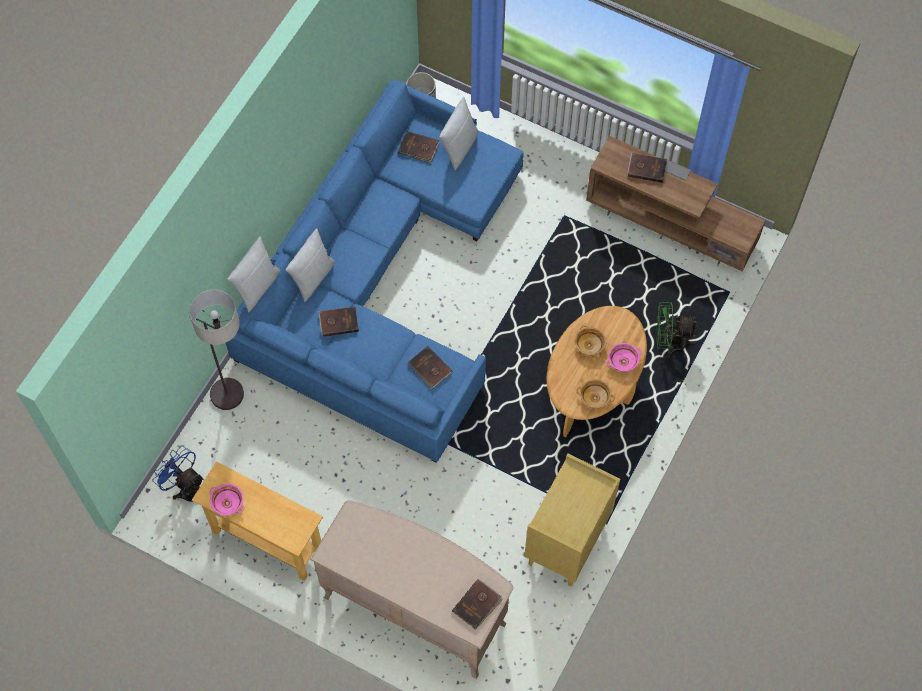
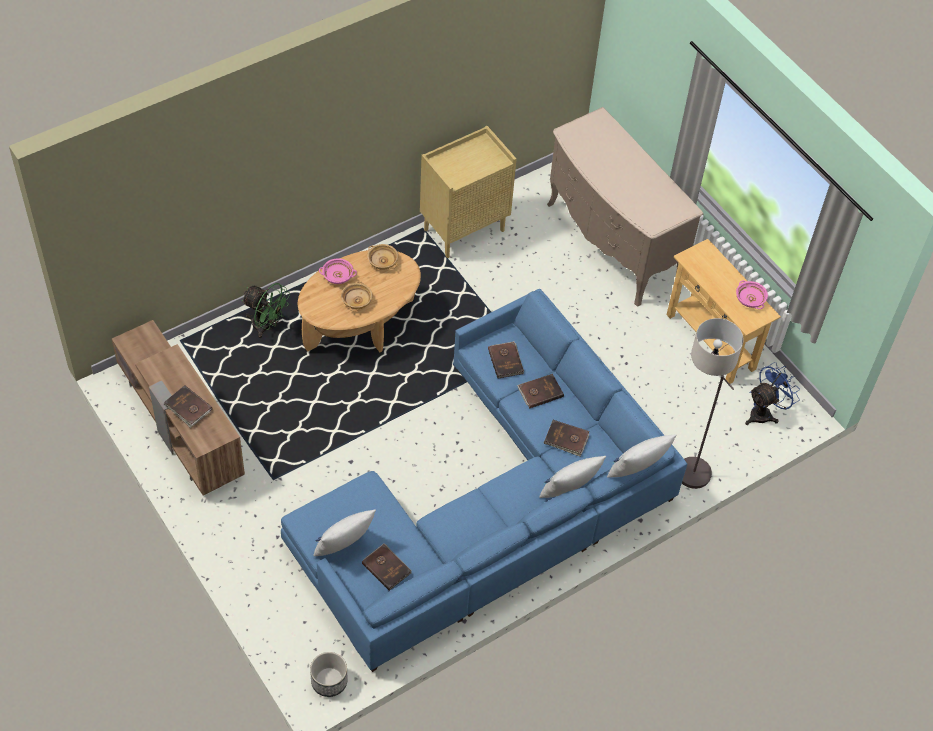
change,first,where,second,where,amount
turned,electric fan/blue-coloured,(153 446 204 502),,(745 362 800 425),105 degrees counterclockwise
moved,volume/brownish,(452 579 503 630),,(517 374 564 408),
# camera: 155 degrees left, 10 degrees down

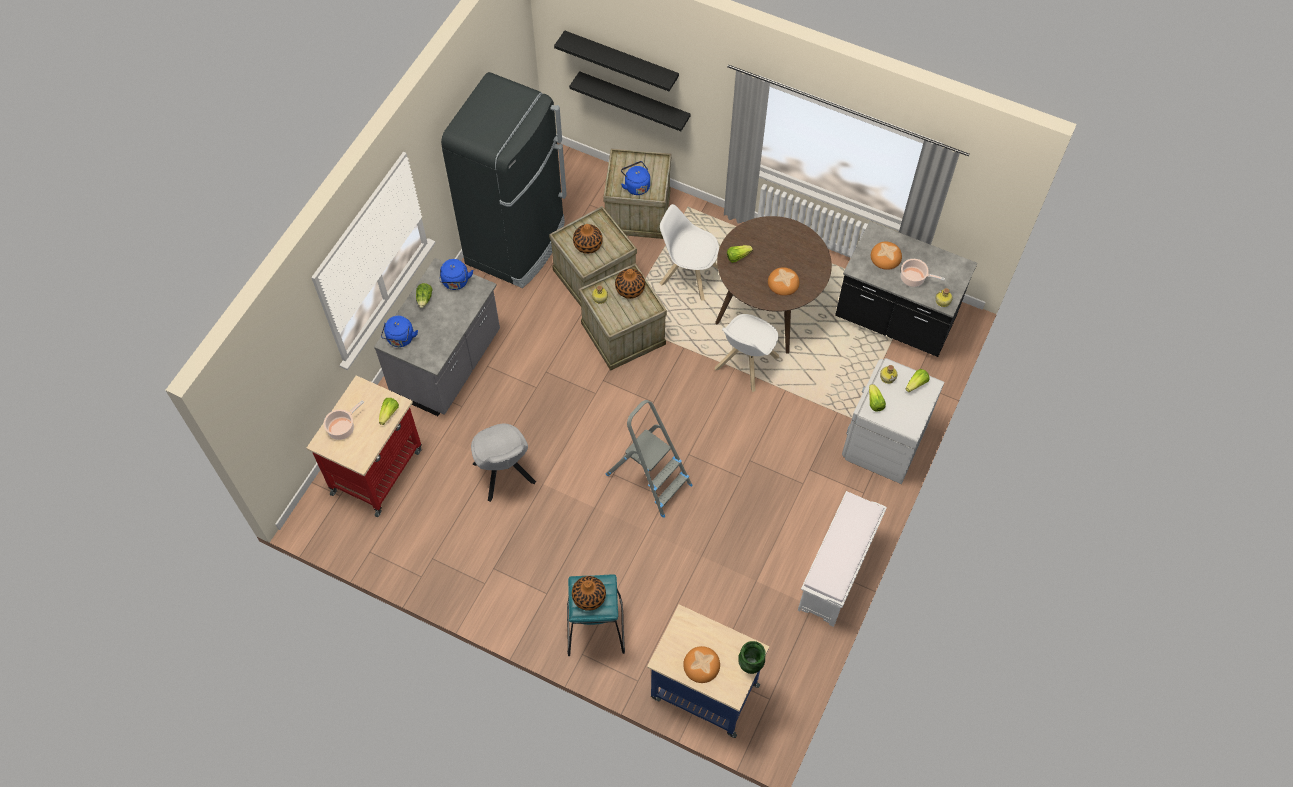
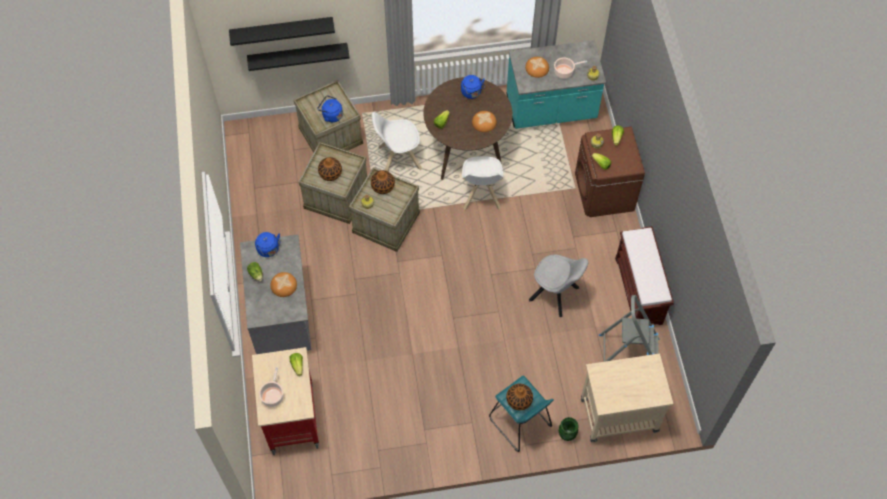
change,first,where,second,where,amount
removed,refrigerator/black,(441 72 567 288),,,
recoloured,counter/black,(835 221 977 357),counter/blue-green,(506 40 606 129),
moved,tea kettle/blue-coloured,(381 316 418 347),,(461 75 485 99),
recoloured,washing machine/white-coloured,(842 358 944 484),washing machine/brownish,(575 127 645 217),
moved,stepladder/greyish,(606 400 693 518),,(599 295 659 362),
moved,upright chair/greyish,(471 424 536 502),,(529 254 588 317),
recoloured,bench/white-coloured,(798 491 887 627),bench/brownish,(615 226 674 325),
recoloured,cart/blue-coloured,(647 604 769 738),cart/beige,(581 353 673 442),
moved,vase/green-coloured,(738 641 766 674),,(559 417 579 441),
moved,bakery bread,(683 646 720 683),,(270 272 297 297),
# camera: 35 degrees left, 0 degrees up

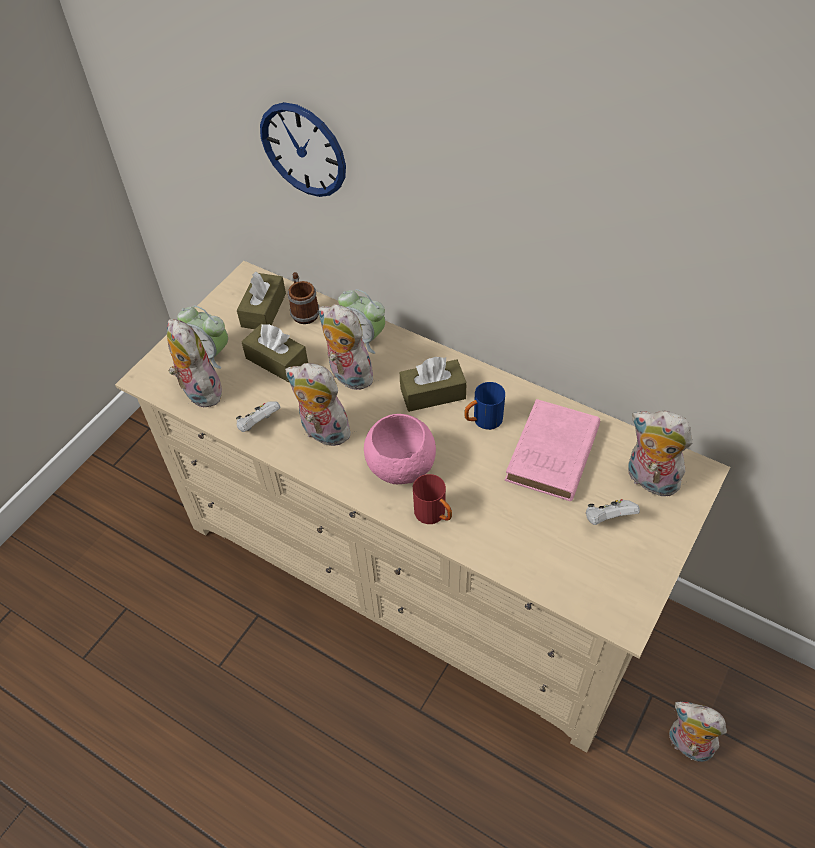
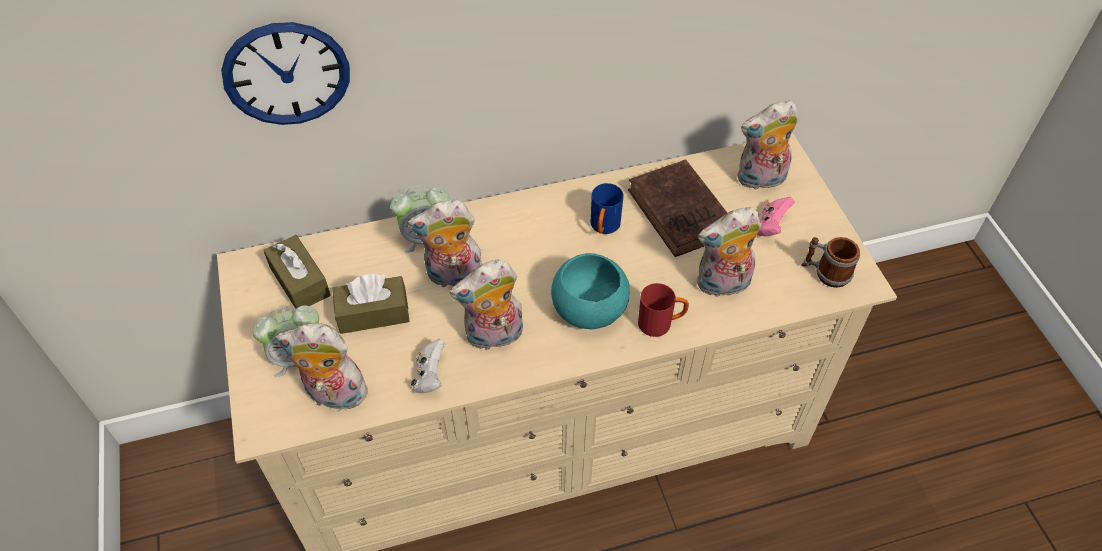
change,first,where,second,where,amount
moved,mug,(288 272 319 324),,(801 237 860 288),
removed,tissue holder/brownish,(400 357 467 412),,,
recoloured,volume/pinkish,(505 399 600 501),volume/brownish,(628 160 727 257),
recoloured,deep dish/pinkish,(364 414 436 484),deep dish/blue-green,(551 253 630 329),
recoloured,game controller/white-coloured,(586 499 640 525),game controller/pinkish,(757 197 795 236),
moved,cuddly toy,(669 701 727 763),,(697 207 761 298),
# camera: 50 degrees left, 0 degrees up

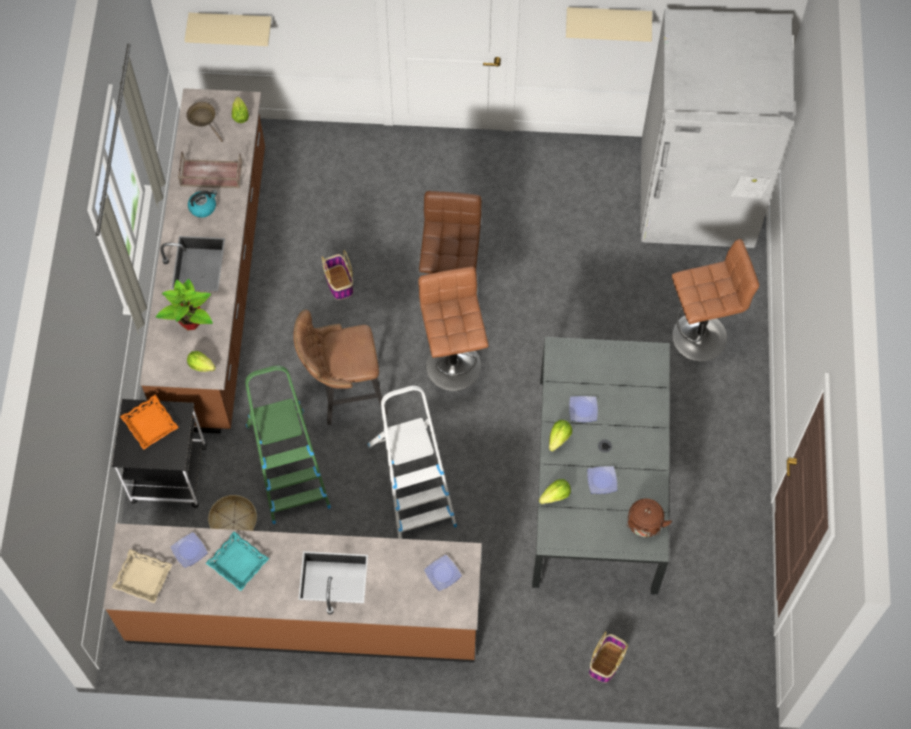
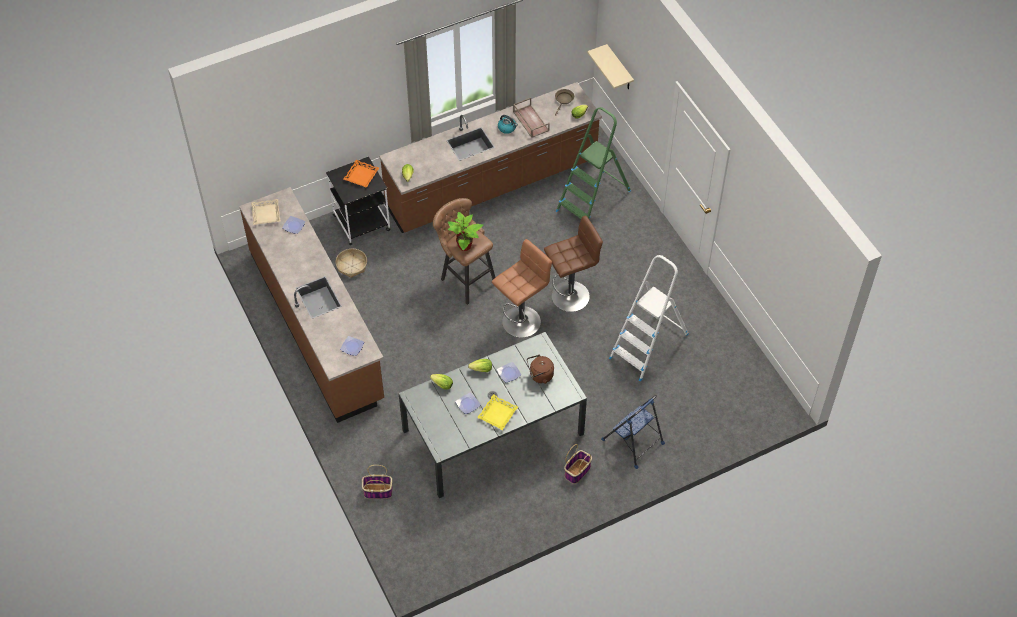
change,first,where,second,where,amount
removed,shelf/beige,(566 7 652 42),,,
removed,refrigerator/white-coloured,(640 9 795 248),,,
replaced,stool seat/brownish,(672 239 759 361),stepladder/blue-coloured,(601 395 665 469),
moved,storage basket,(322 250 353 300),,(564 444 592 484),
moved,potted plant,(156 279 213 330),,(448 212 483 251),
moved,stepladder/green-coloured,(245 366 331 524),,(556 107 631 219),
moved,stepladder/white-coloured,(368 386 457 539),,(609 255 689 381),
moved,tea kettle/brownish,(626 499 672 537),,(527 355 554 384),
removed,tray/blue-green,(206 531 269 591),,,
added,,,tray/yellow-coloured,(477 394 518 430),
# camera: 60 degrees right, 10 degrees down

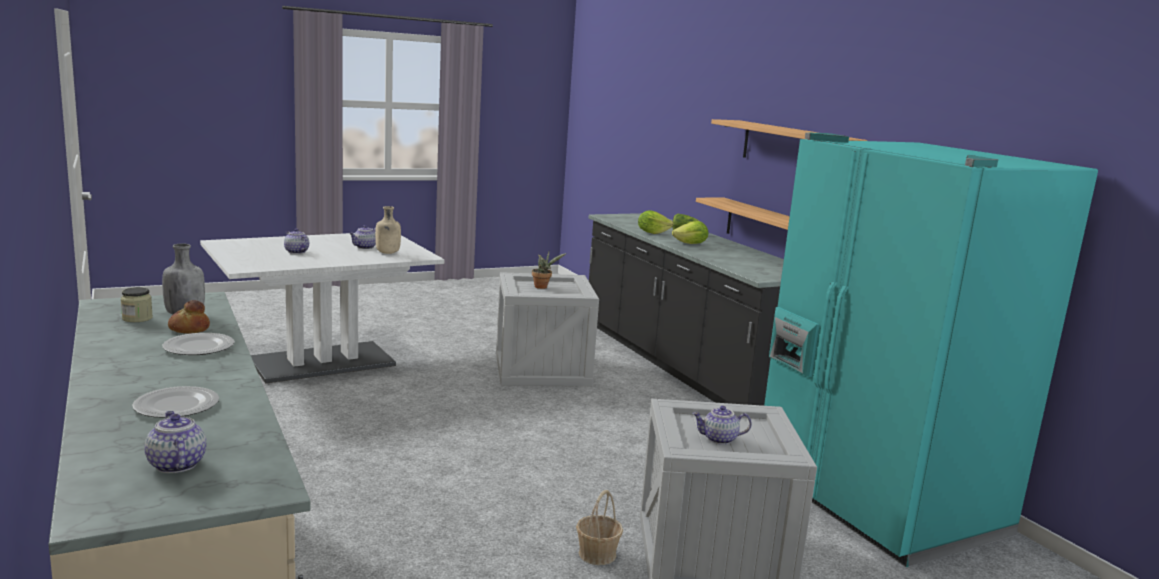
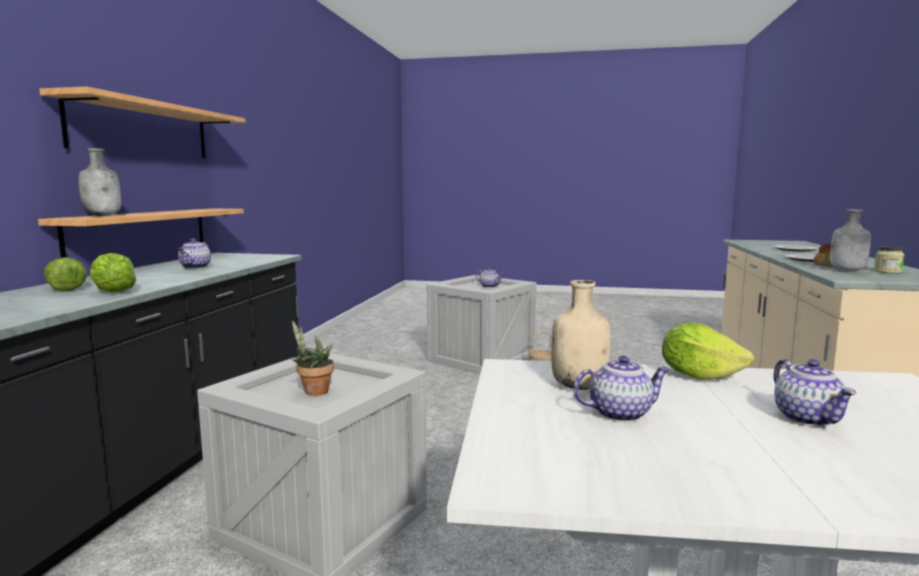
change,first,where,second,where,amount
removed,refrigerator/blue-green,(764 132 1098 567),,,
moved,head of lettuce,(672 221 708 244),,(662 322 754 380),
moved,tea pot,(145 411 206 473),,(178 238 211 269),
added,,,drink bottle/greyish,(78 148 121 216),
# camera: 140 degrees left, 5 degrees down

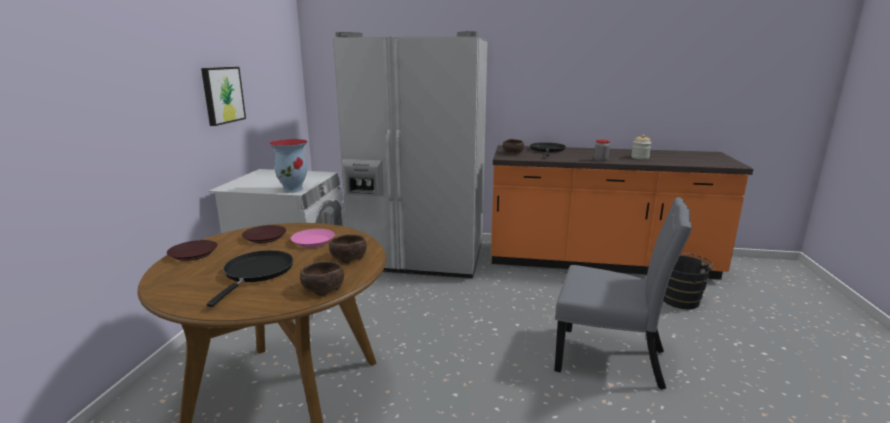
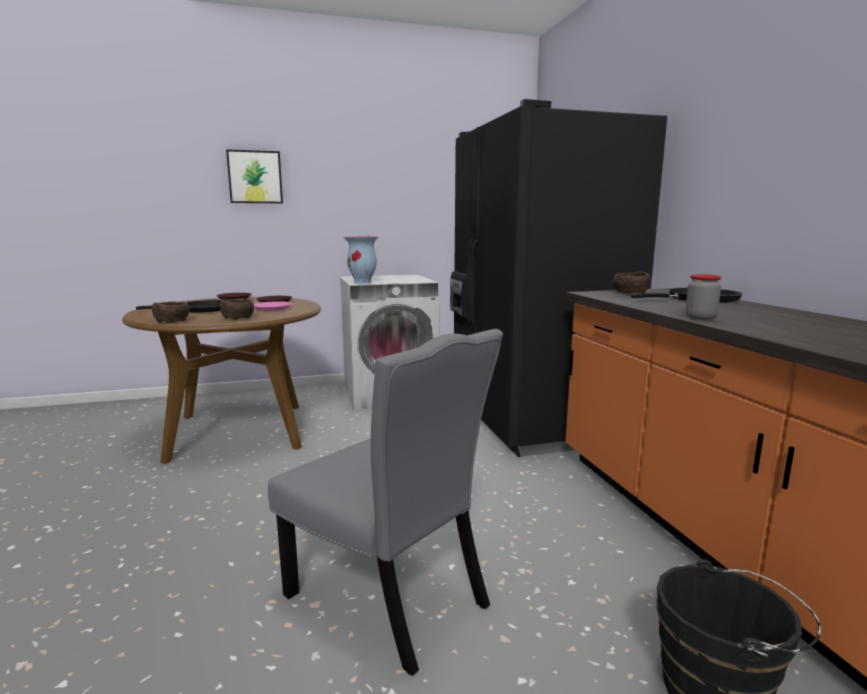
change,first,where,second,where,amount
recoloured,refrigerator/white-coloured,(333 31 488 279),refrigerator/black,(450 99 667 457),
moved,wall picture,(201 67 246 126),,(226 149 283 203),
removed,preserve jar,(631 135 651 159),,,
turned,upright chair/greyish,(554 197 692 389),,(268 329 503 676),45 degrees counterclockwise
# camera: 65 degrees right, 5 degrees down

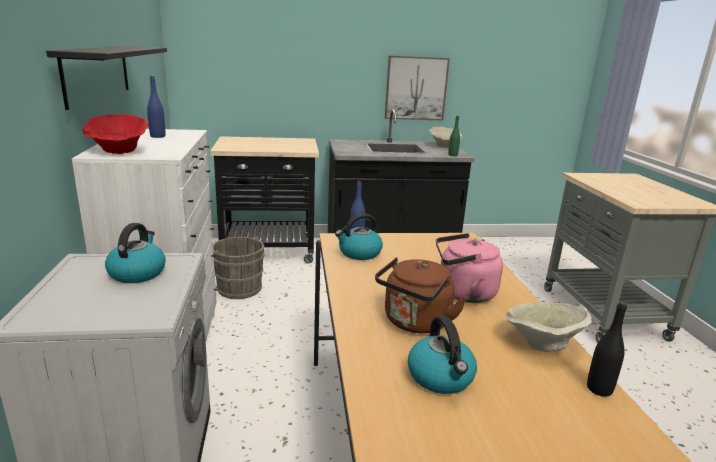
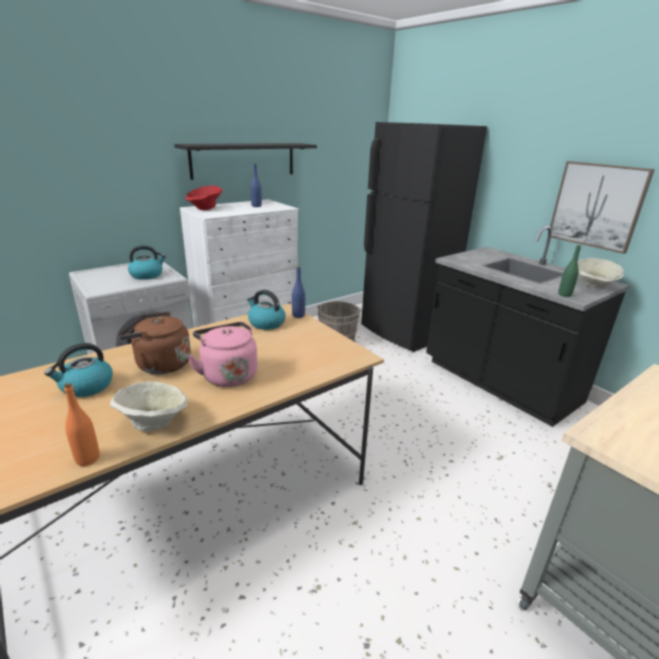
change,first,where,second,where,amount
replaced,cart/black,(210 136 319 263),refrigerator/black,(361 122 487 352),
recoloured,drink bottle/black,(587 301 627 397),drink bottle/orange-coloured,(64 383 100 466),
# camera: 60 degrees right, 5 degrees up

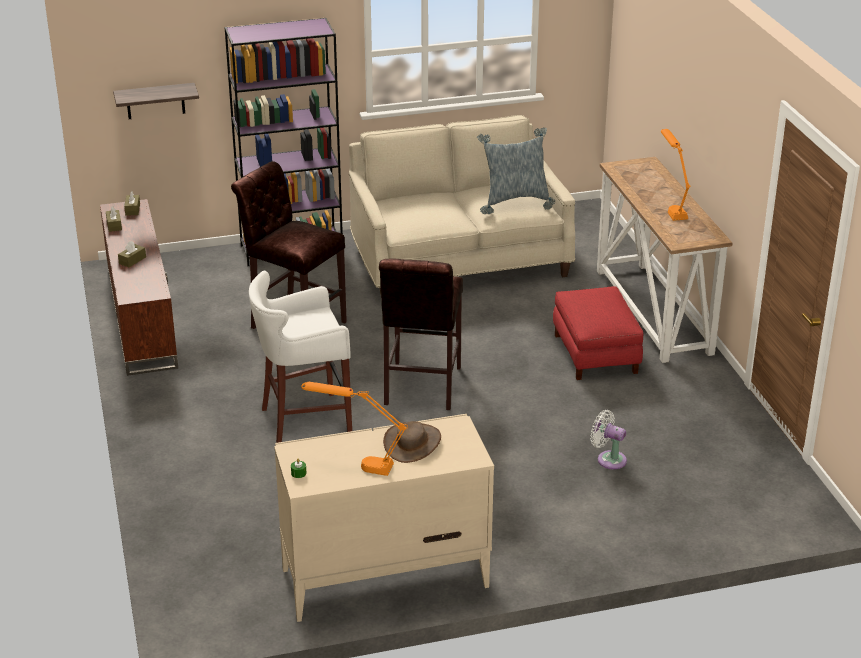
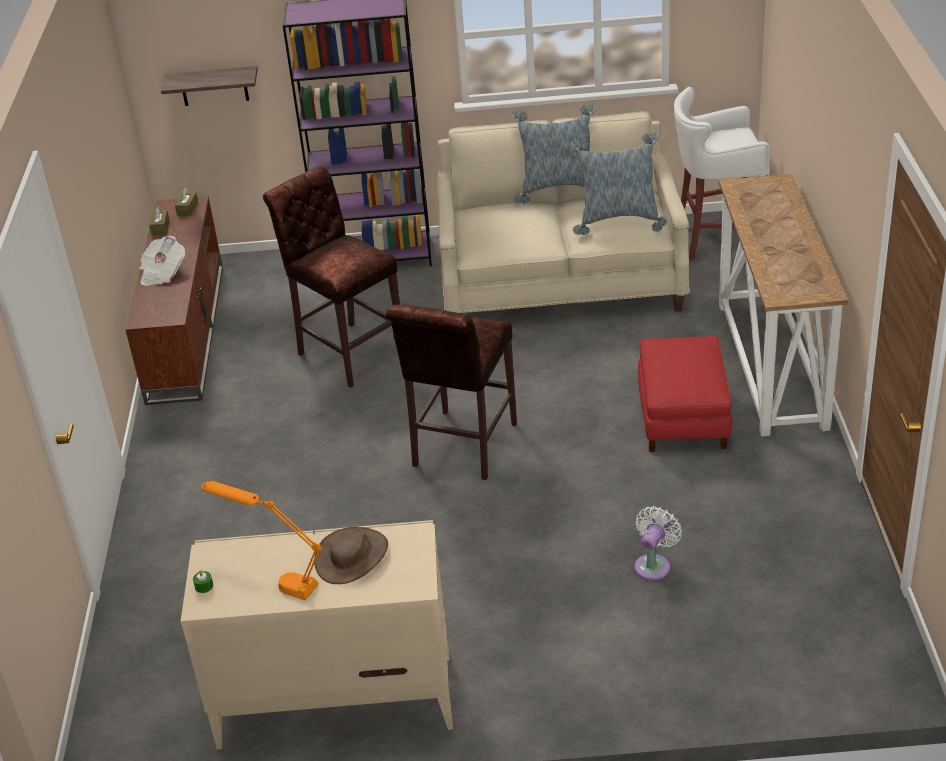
change,first,where,second,where,amount
removed,tabletop lamp/orange-coloured,(661 129 690 221),,,
replaced,tissue holder/brownish,(118 241 146 267),newspaper,(139 236 185 286),
moved,stool seat/white-coloured,(249 271 352 443),,(674 87 770 260),
turned,electric fan/white-coloured,(591 410 627 469),,(634 506 682 581),75 degrees clockwise
added,,,throw pillow,(511 105 596 204),
# camera: 15 degrees right, 5 degrees up

